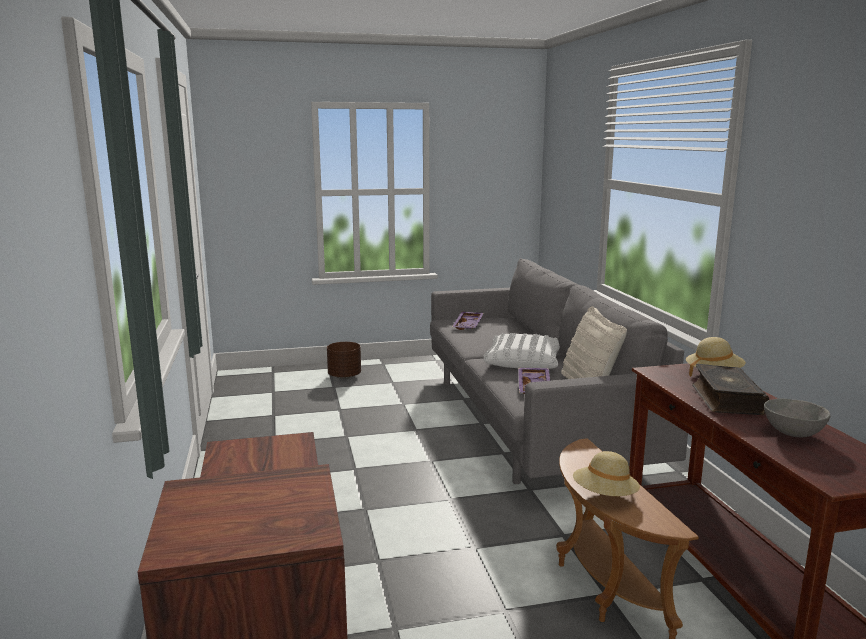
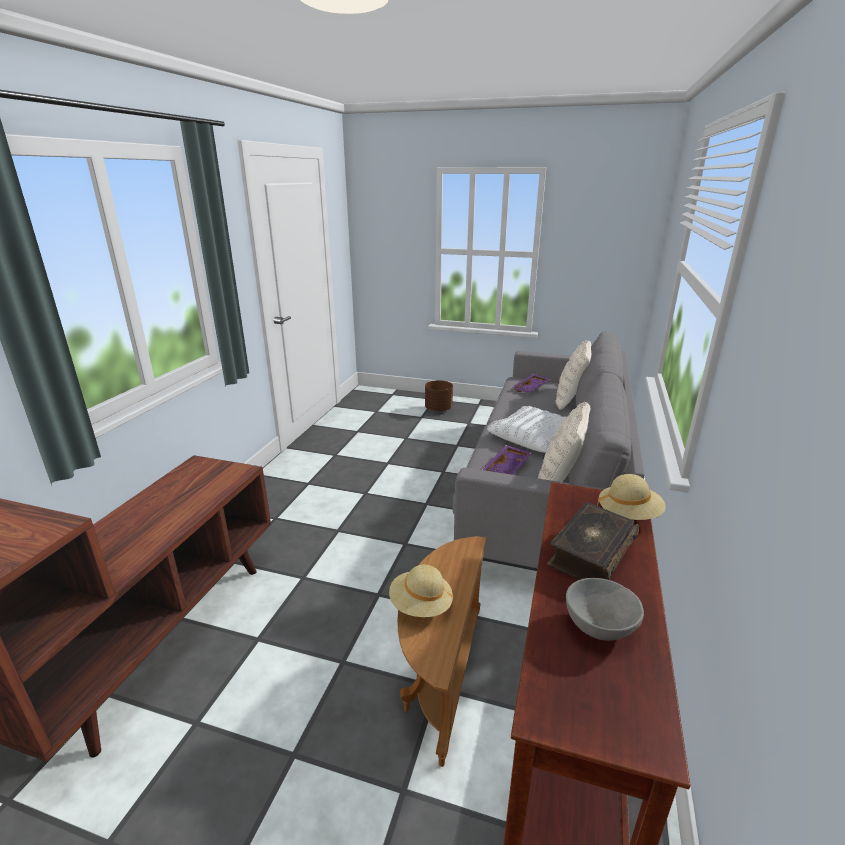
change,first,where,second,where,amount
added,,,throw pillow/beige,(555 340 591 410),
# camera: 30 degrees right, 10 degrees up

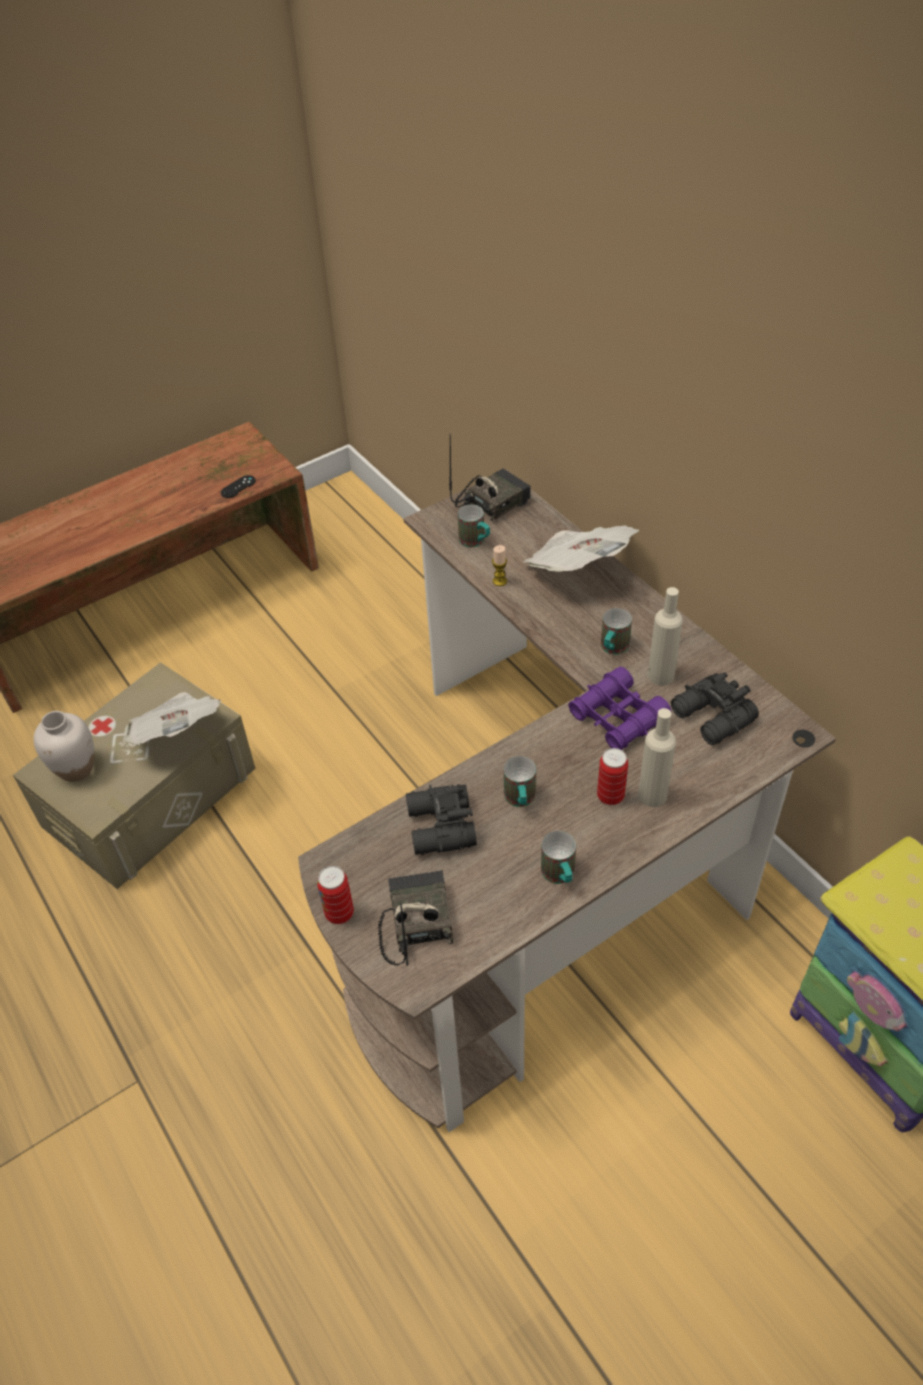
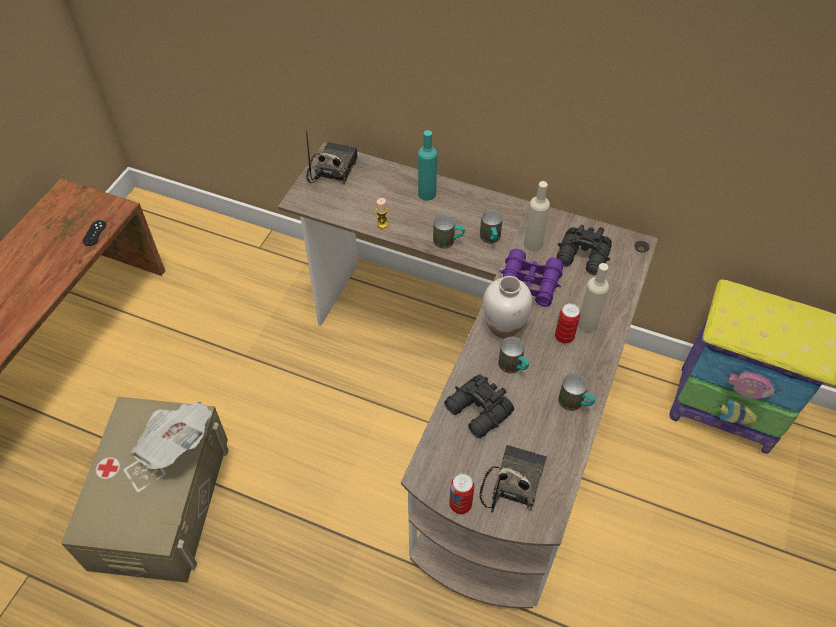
change,first,where,second,where,amount
moved,mug,(458 504 490 548),,(433 214 465 249),
replaced,newspaper,(524 525 639 572),drink bottle/blue-green,(418 130 437 200),
moved,vase/white-coloured,(34 711 94 782),,(483 276 532 338),
turned,radio receiver,(378 870 453 966),,(479 445 546 513),60 degrees clockwise
# camera: 35 degrees left, 5 degrees up

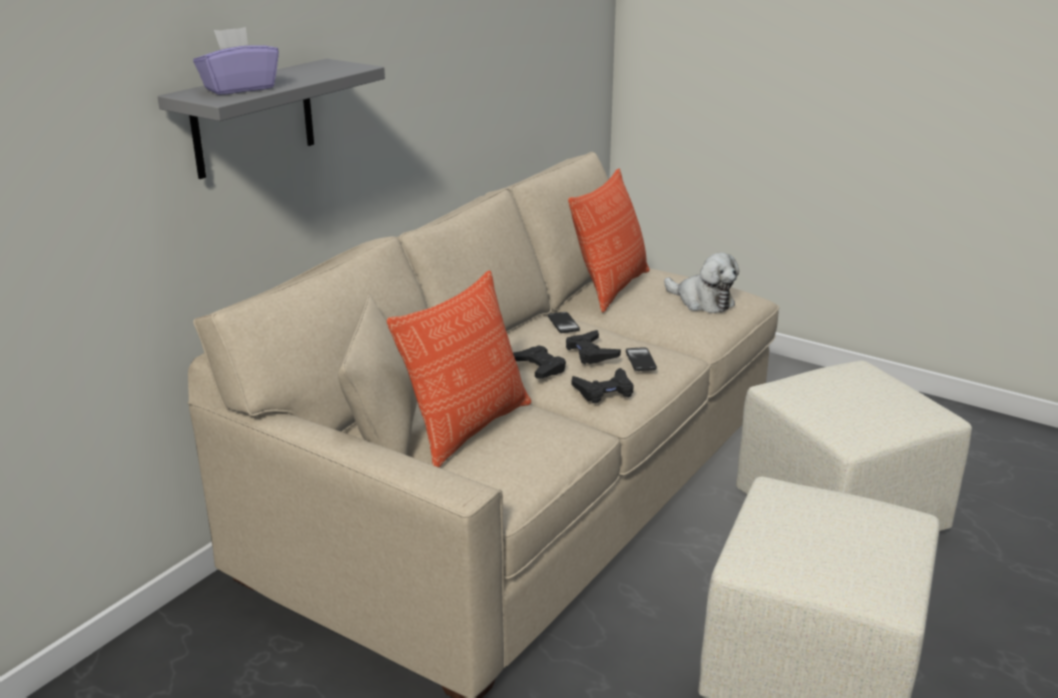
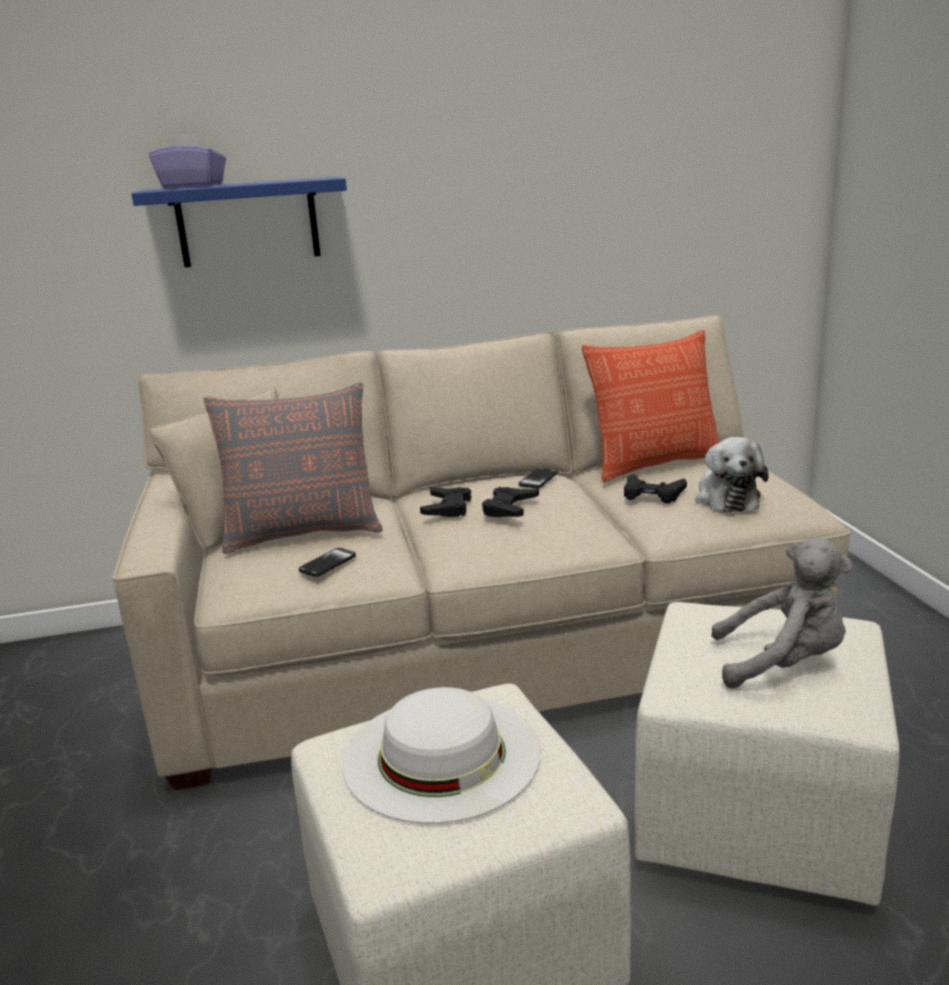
change,first,where,second,where,amount
recoloured,shelf/greyish,(158 59 385 179),shelf/blue-coloured,(131 177 347 267),
recoloured,throw pillow/orange-coloured,(387 270 531 467),throw pillow/greyish,(204 382 383 554),
moved,phone,(626 347 657 371),,(299 548 356 577),
moved,game controller/black,(571 368 634 403),,(624 474 687 504),
added,,,cuddly toy/greyish,(711 538 852 689),
added,,,hat/white-coloured,(342 687 541 824),
# camera: 45 degrees right, 5 degrees down

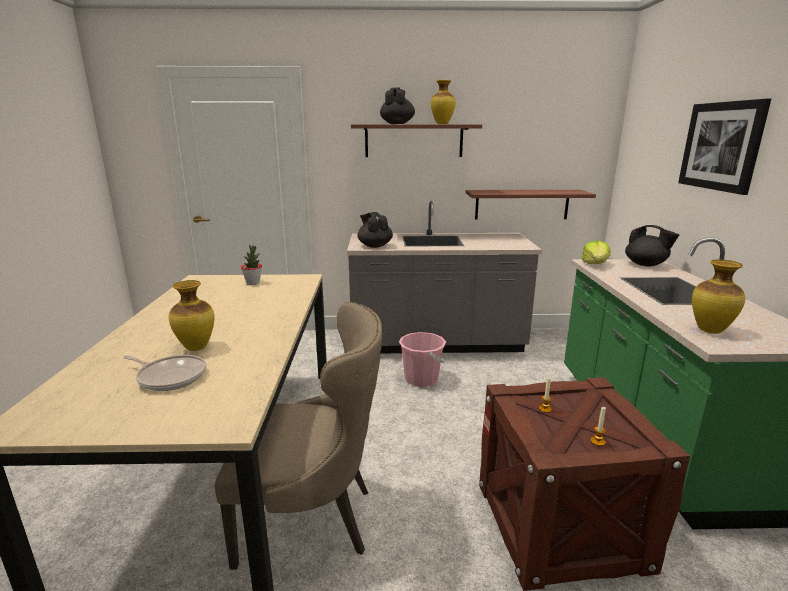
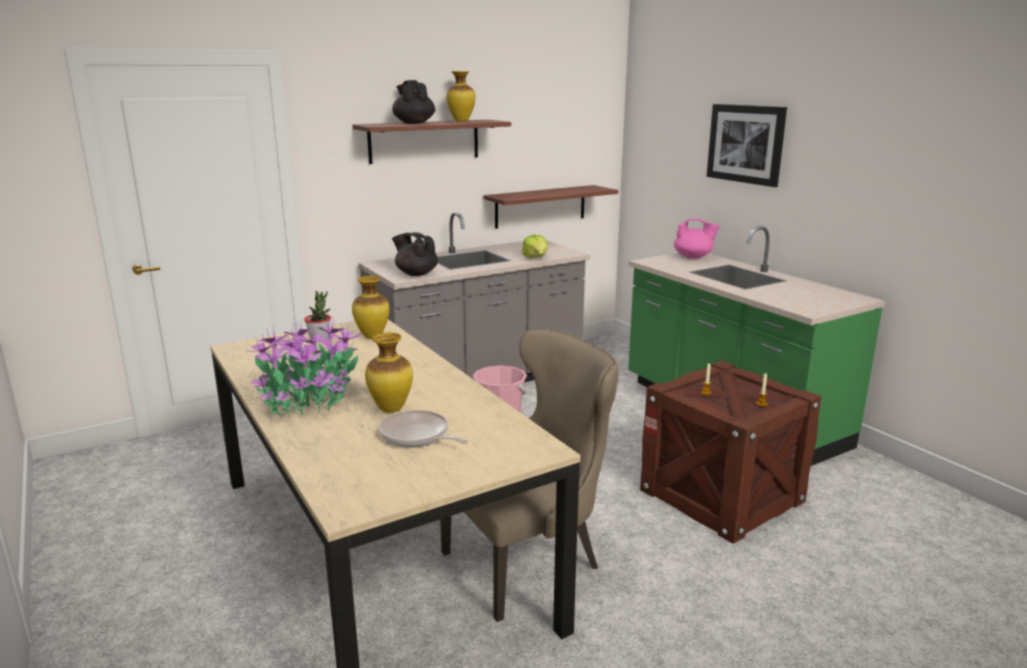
change,first,where,second,where,amount
recoloured,tea pot/black,(625 225 679 266),tea pot/pinkish,(674 218 720 258),
moved,head of lettuce,(581 241 611 264),,(522 235 548 258),
moved,vase,(692 259 745 334),,(352 276 390 339),
turned,skillet,(123 355 207 391),,(379 410 468 447),135 degrees counterclockwise
added,,,potted plant,(245 317 362 416),
# camera: 30 degrees left, 0 degrees up

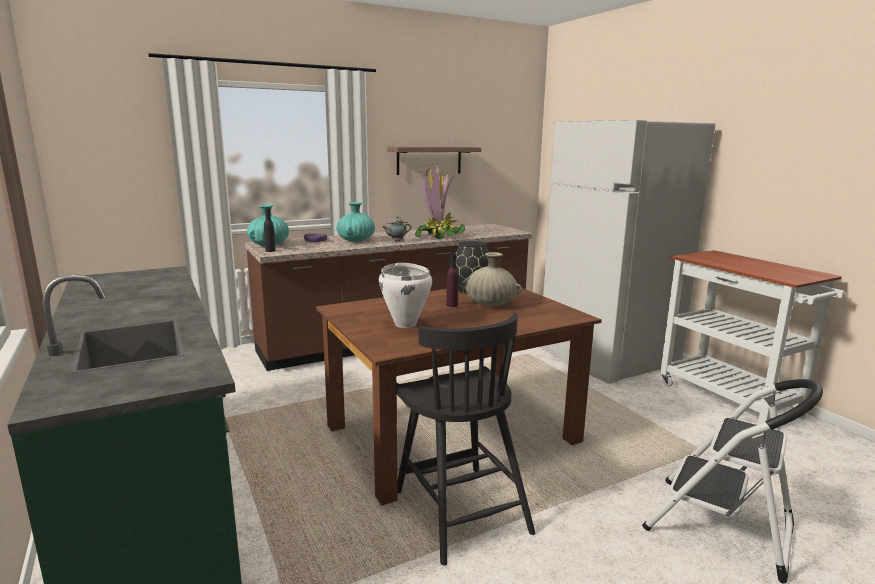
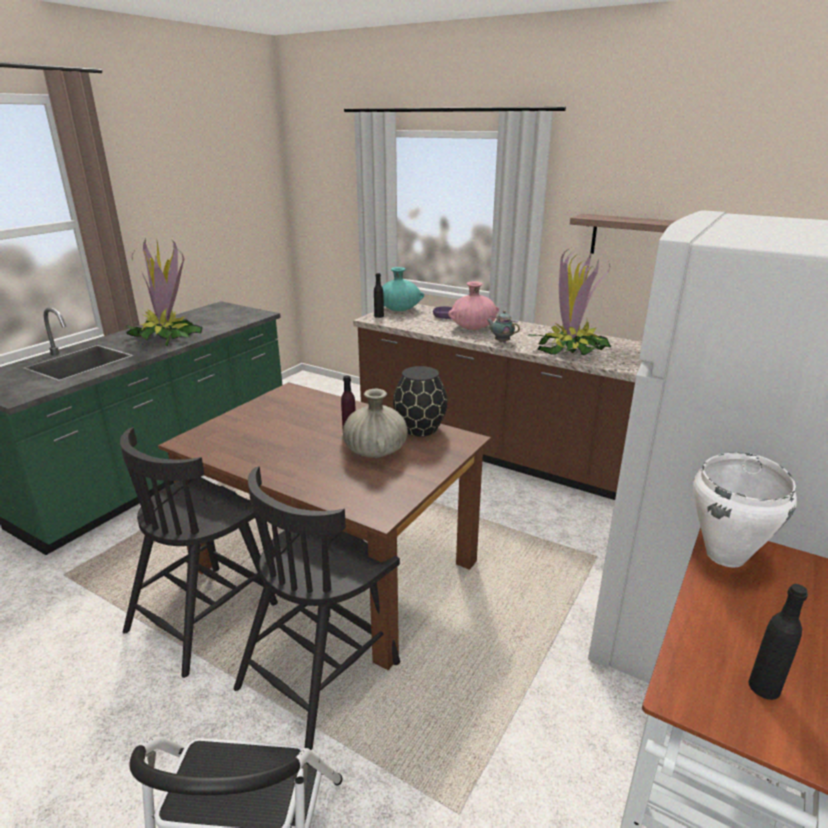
change,first,where,second,where,amount
recoloured,vase/blue-green,(336 202 375 242),vase/pinkish,(448 281 499 330),
moved,stockpot/white-coloured,(379 263 432 328),,(693 453 797 567),
added,,,potted plant,(126 238 203 347),
added,,,upright chair/black,(234 466 400 750),
added,,,drink bottle/black,(749 584 808 700),
# camera: 60 degrees right, 10 degrees up

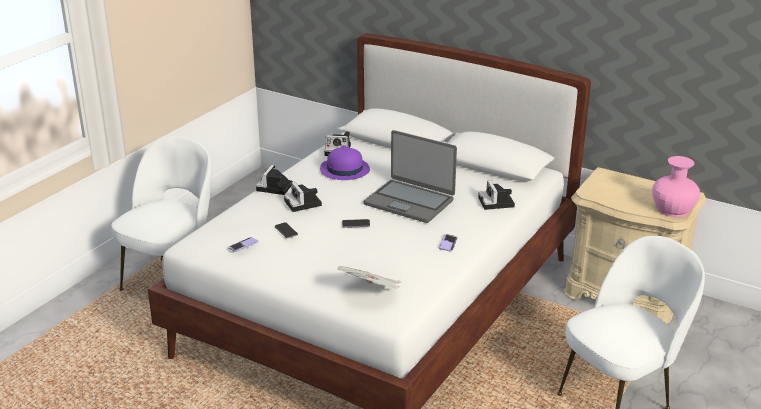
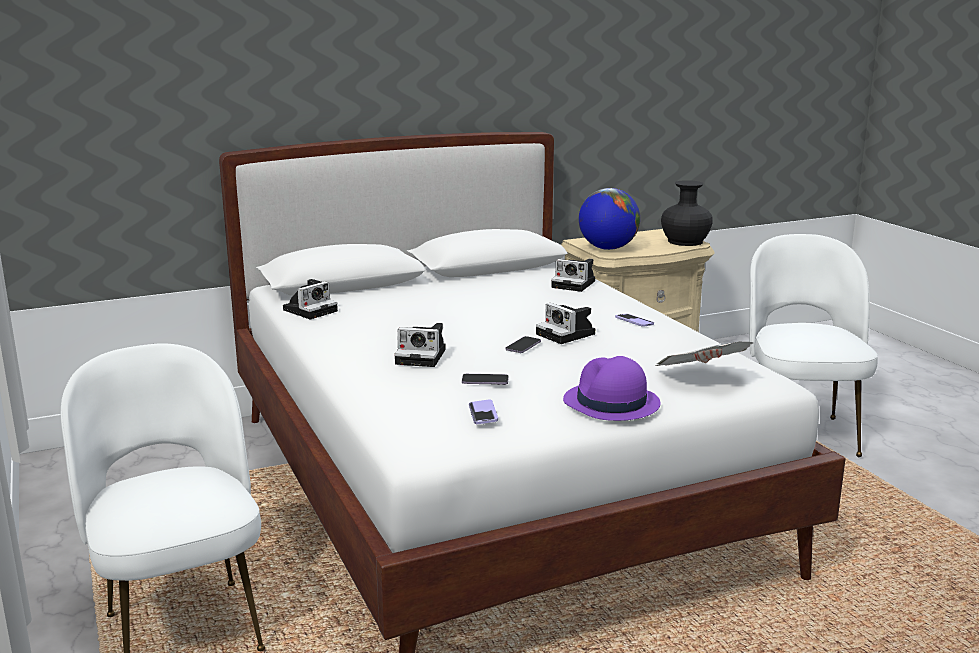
change,first,where,second,where,amount
removed,laptop,(364 130 457 223),,,
moved,hat/purple,(320 145 370 180),,(563 356 661 421),
recoloured,vase/pinkish,(652 156 700 217),vase/black,(661 180 713 246),
moved,still camera,(256 165 293 195),,(536 303 595 344),
added,,,world globe,(579 188 640 250),
# camera: 55 degrees left, 10 degrees down

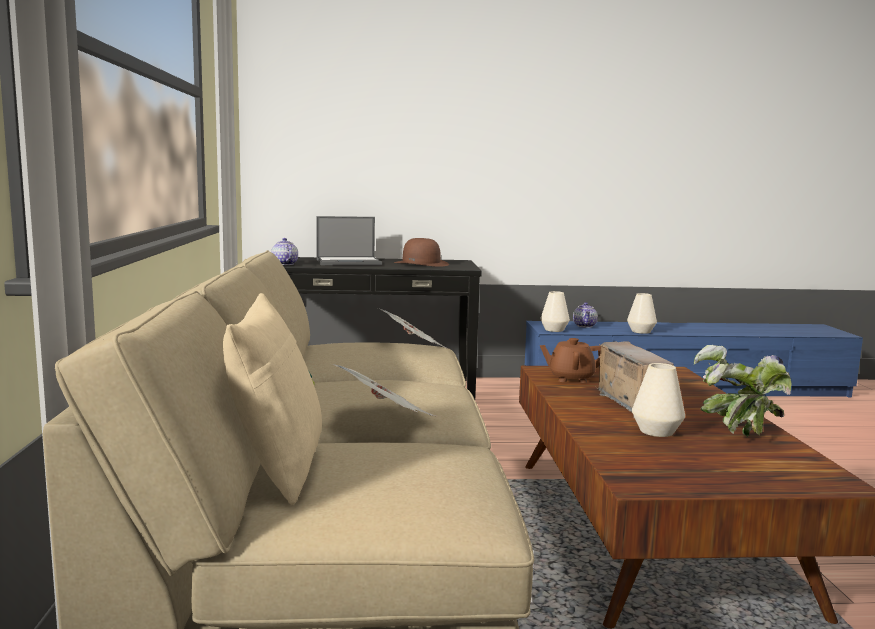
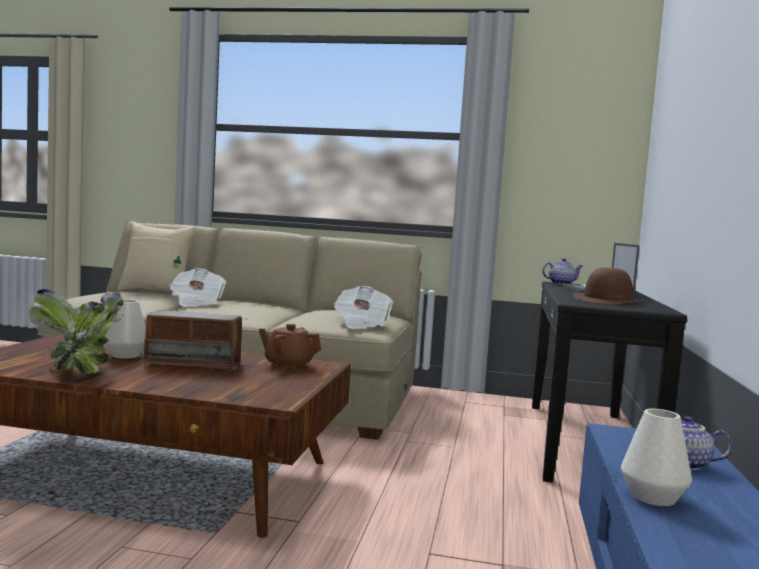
change,first,where,second,where,amount
removed,vase/white-coloured,(540 291 570 332),,,
turned,tea pot/brownish,(540 338 601 383),,(258 324 321 370),90 degrees counterclockwise
# camera: 105 degrees right, 5 degrees down

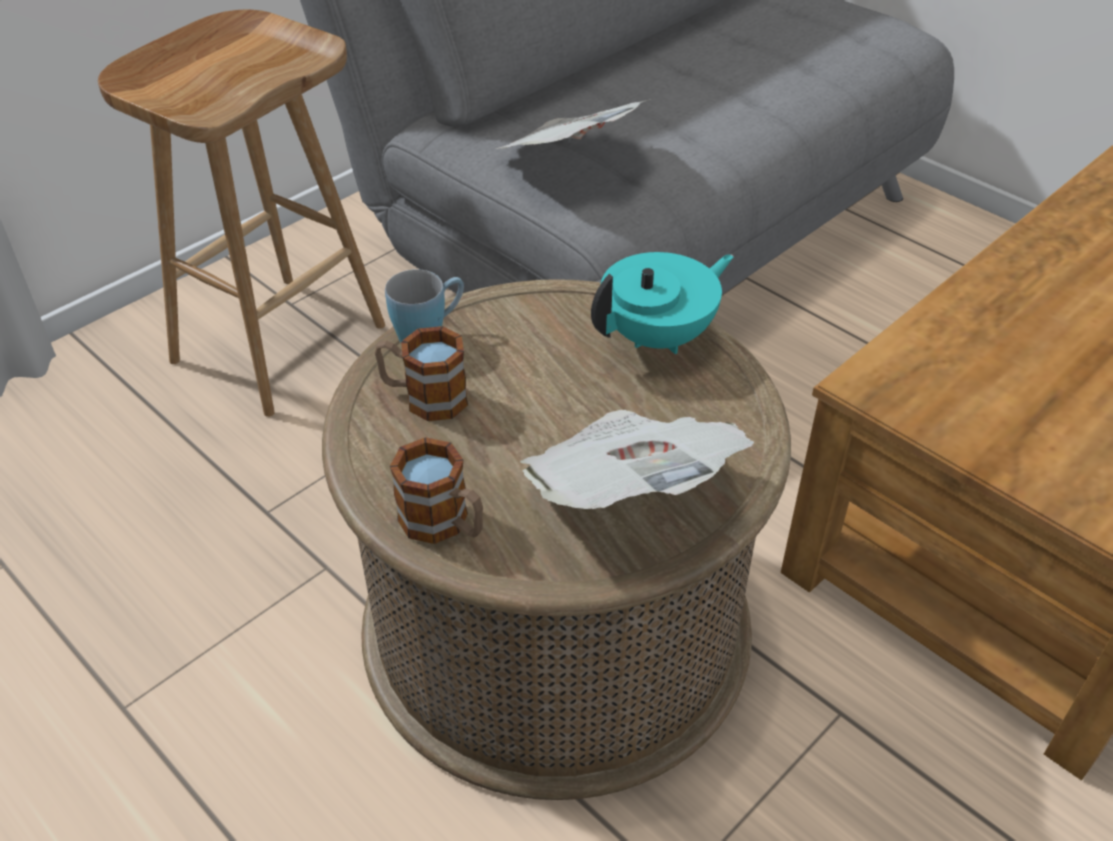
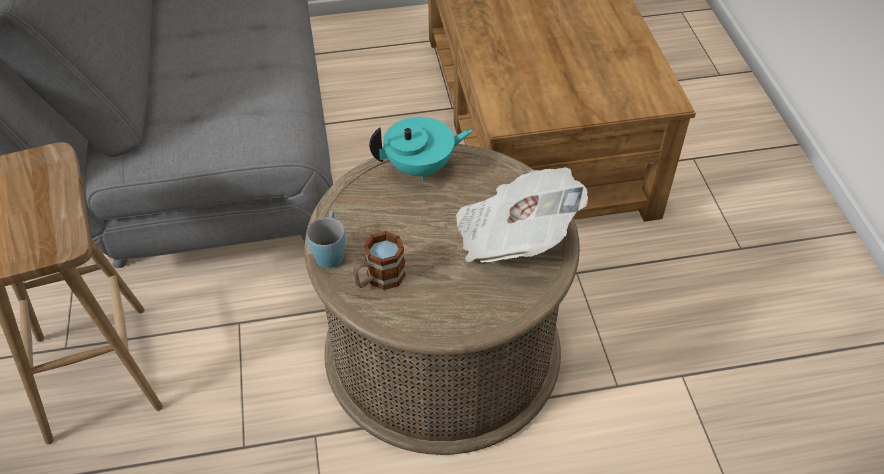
change,first,where,second,where,amount
removed,newspaper,(496 99 651 149),,,
turned,tea pot/blue-green,(591 252 733 354),,(369 117 473 180),75 degrees clockwise
removed,mug,(390 437 483 544),,,
# camera: 55 degrees left, 5 degrees up

